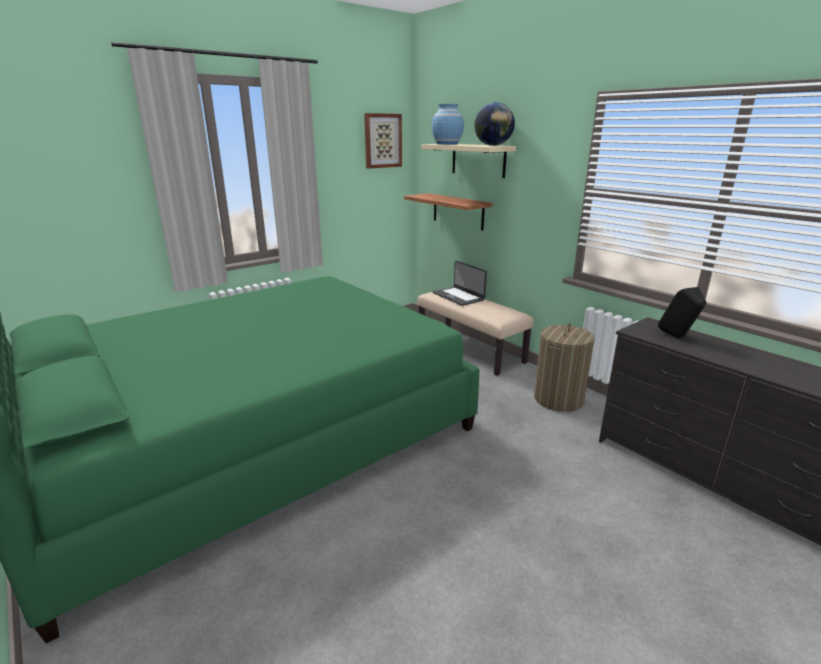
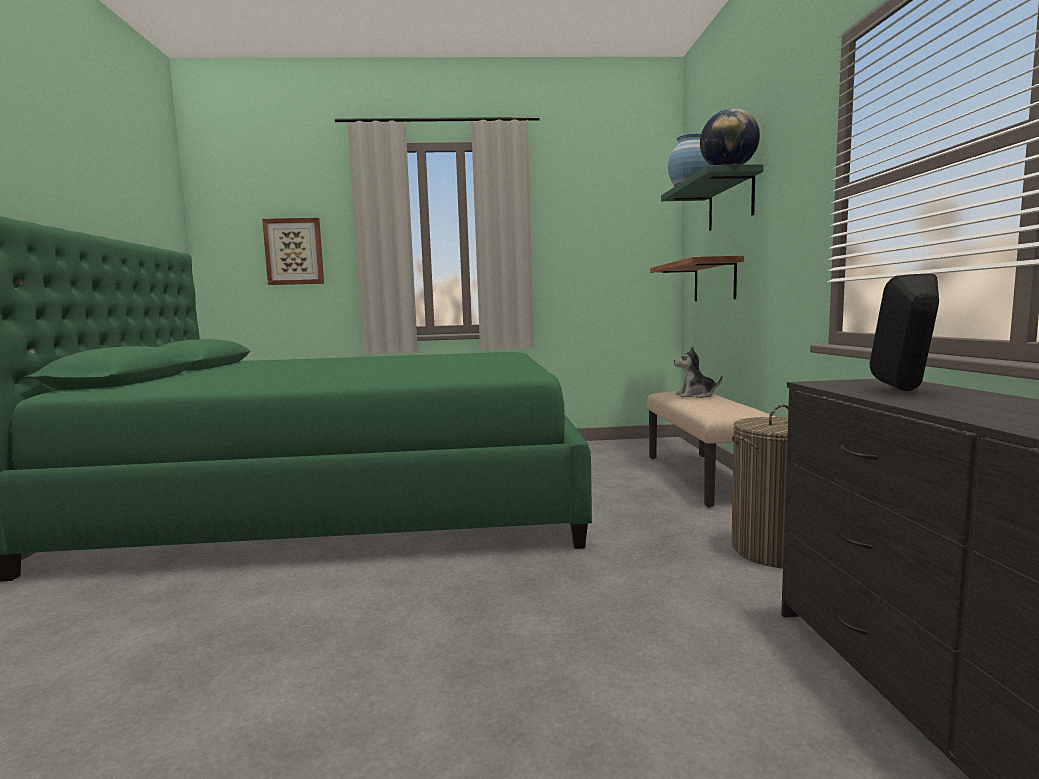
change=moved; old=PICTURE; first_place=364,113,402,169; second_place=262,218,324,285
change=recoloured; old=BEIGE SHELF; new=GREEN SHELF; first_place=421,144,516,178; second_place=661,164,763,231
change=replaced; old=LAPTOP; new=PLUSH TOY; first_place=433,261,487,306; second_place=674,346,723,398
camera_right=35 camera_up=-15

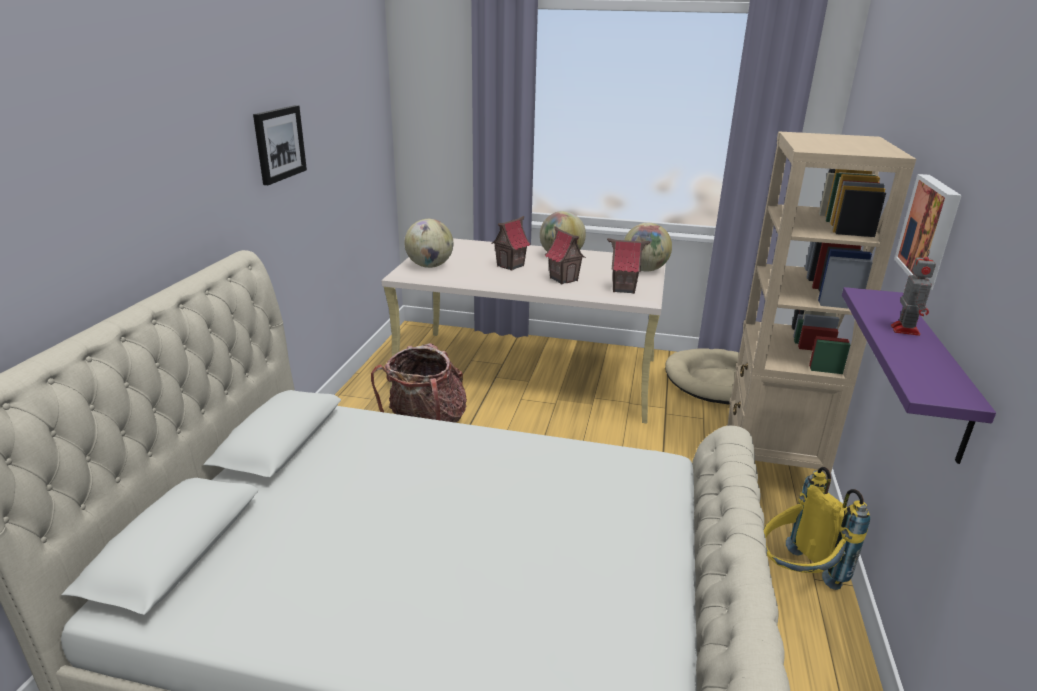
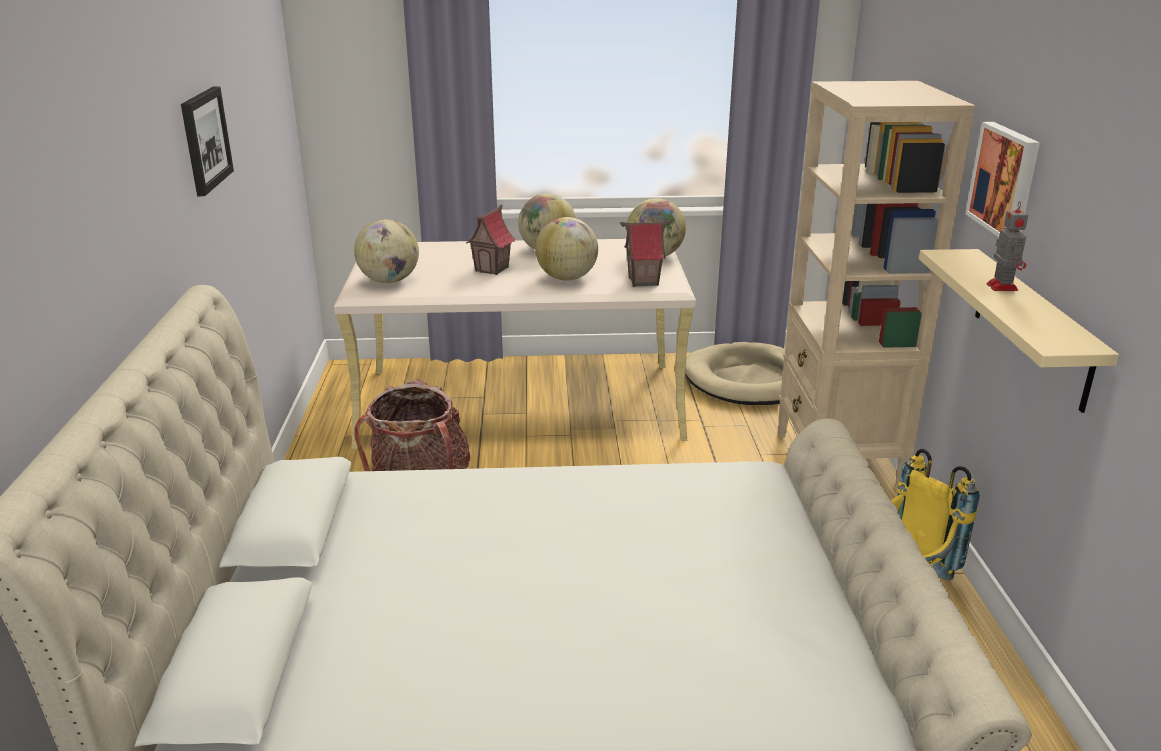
change=replaced; old=TOY HOUSE; new=GLOBE; first_place=544,226,586,284; second_place=535,217,598,281
change=recoloured; old=PURPLE SHELF; new=BEIGE SHELF; first_place=842,287,996,464; second_place=919,249,1119,413
camera_right=-15 camera_up=0

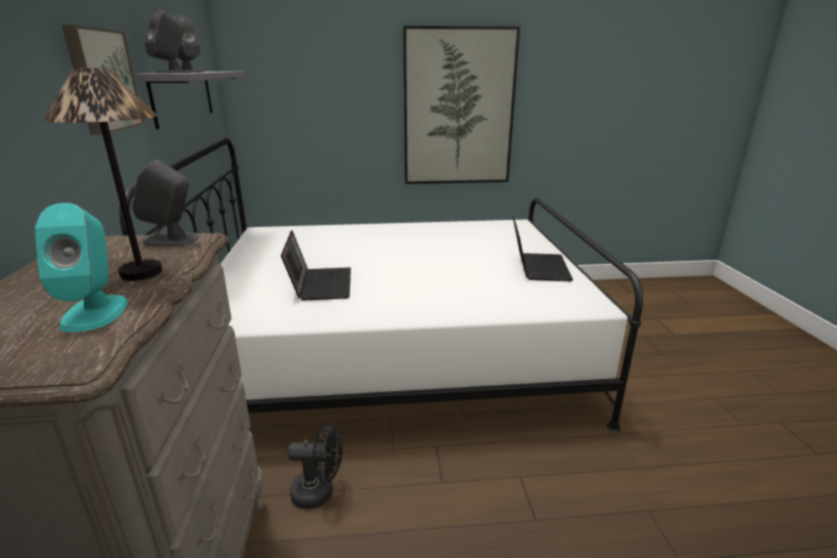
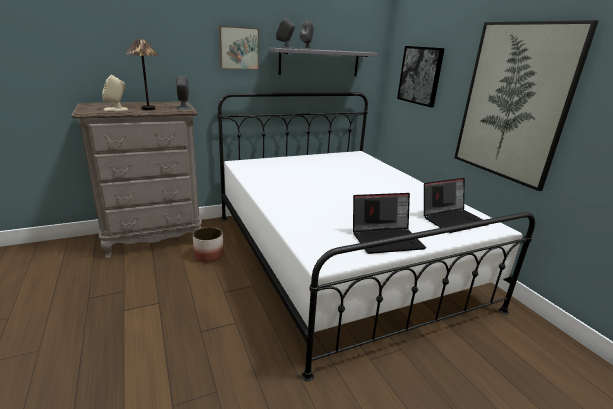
change=recoloured; old=TURQUOISE SPEAKER; new=BEIGE SPEAKER; first_place=35,203,128,332; second_place=102,75,128,111
change=moved; old=LAPTOP; first_place=281,231,351,301; second_place=424,178,486,233
change=replaced; old=BLACK FAN; new=PLANTER; first_place=287,423,343,509; second_place=193,227,224,263
change=added; new=PICTURE; second_place=397,46,445,107
camera_right=70 camera_up=0

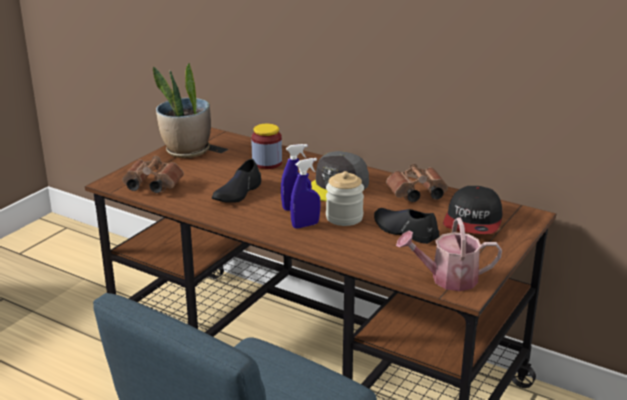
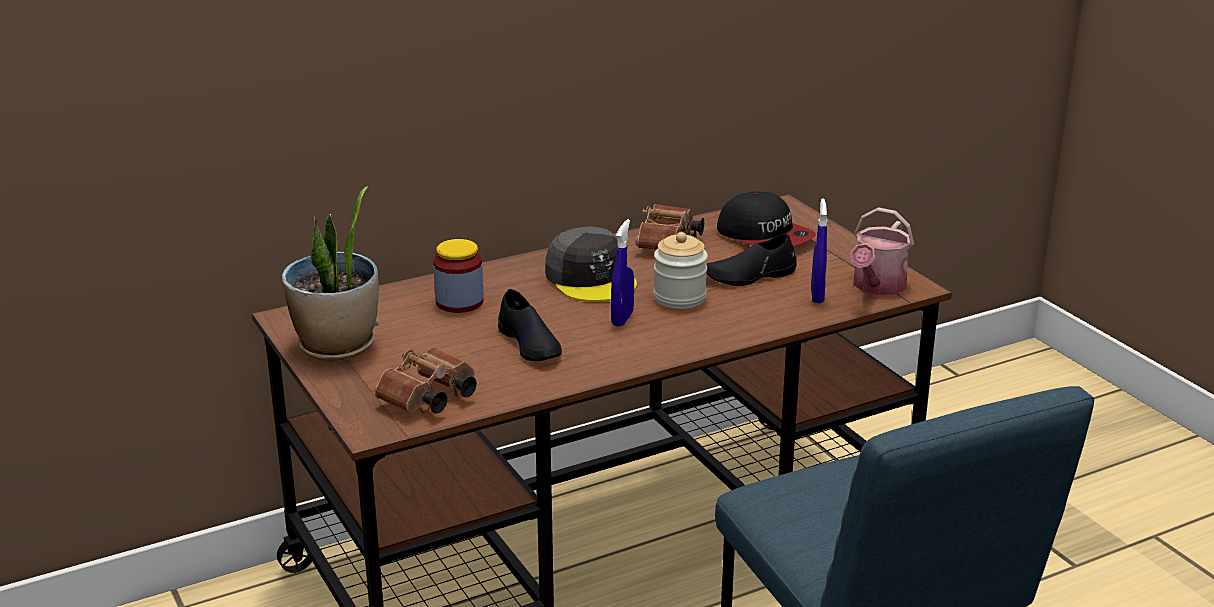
change=moved; old=BLUE SPRAY BOTTLE; first_place=290,158,321,228; second_place=811,198,827,303
camera_right=-60 camera_up=0

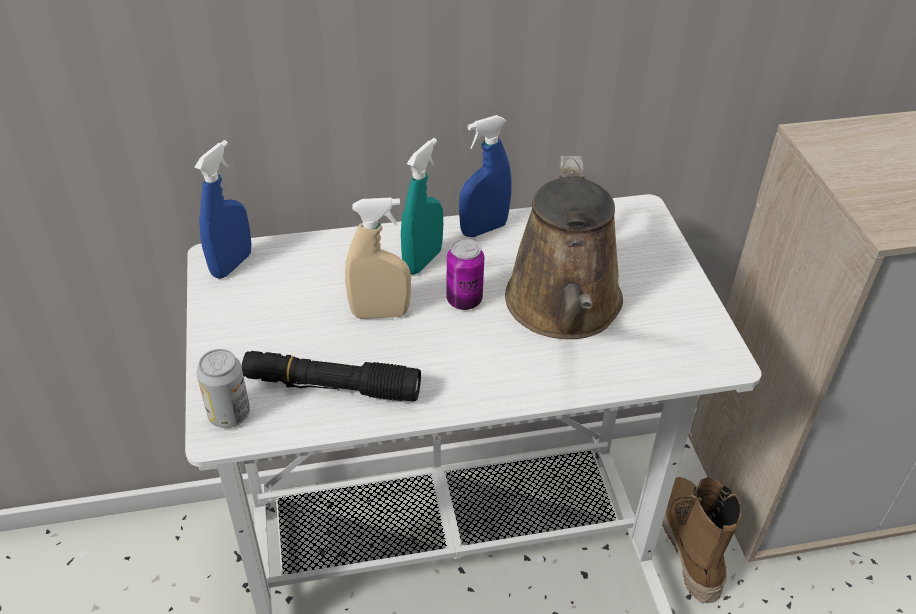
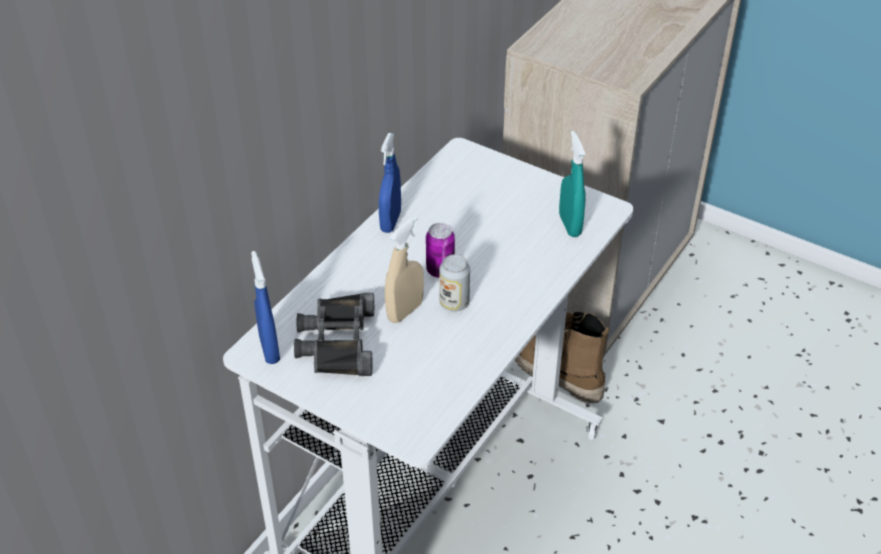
change=moved; old=TURQUOISE SPRAY BOTTLE; first_place=401,138,443,275; second_place=559,131,586,237
change=removed; old=BROWN WATERING CAN; first_place=505,156,623,339
change=moved; old=CAN; first_place=197,349,250,428; second_place=439,255,470,311
change=removed; old=BLACK FLASHLIGHT; first_place=242,351,421,402
change=added; new=BLACK BINOCULARS; second_place=294,293,374,376
camera_right=-45 camera_up=0

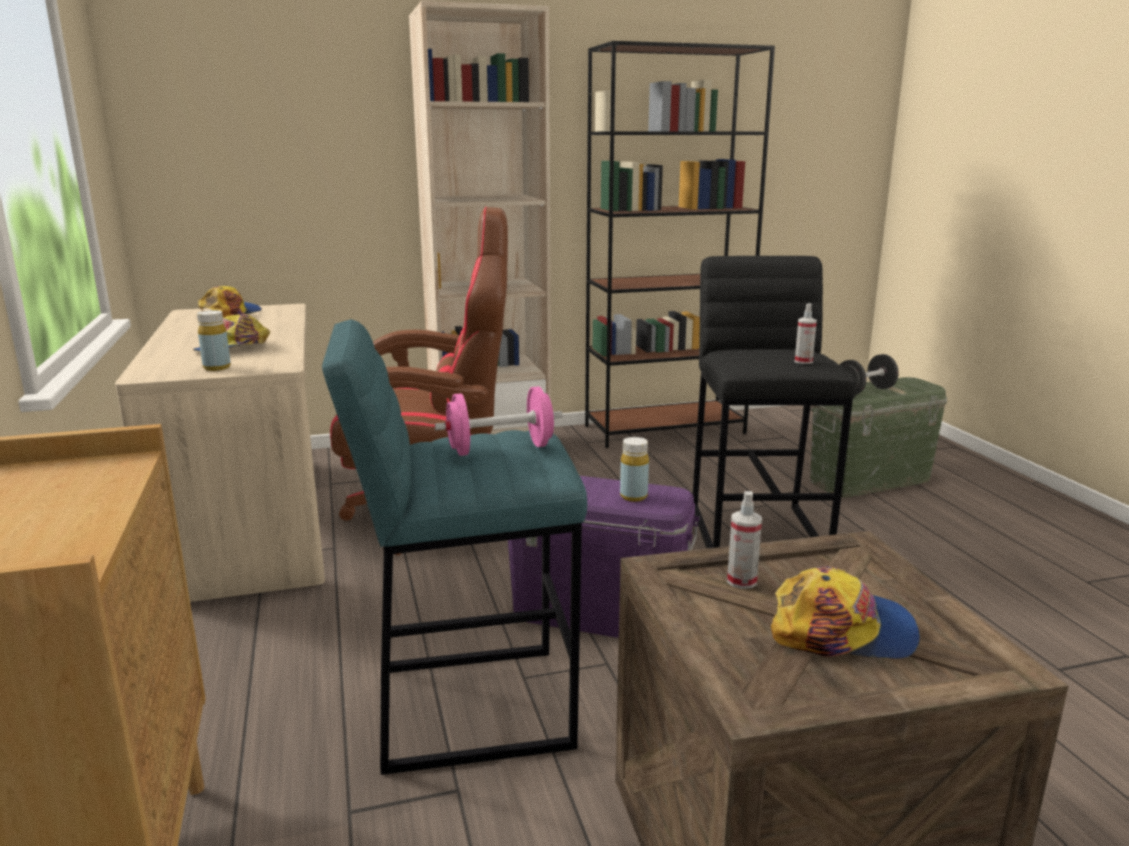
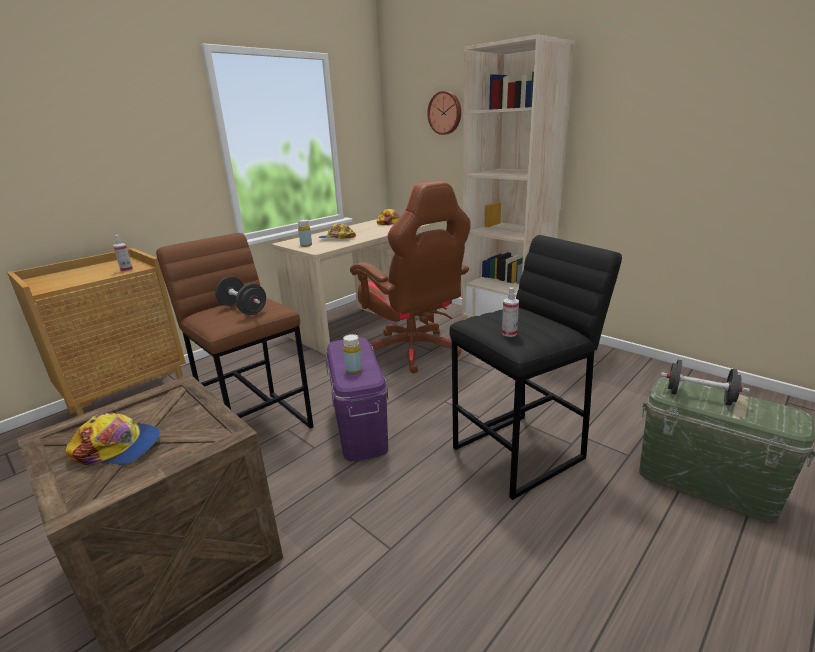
change=removed; old=BROWN BOOKCASE; first_place=585,41,775,448
change=recoloured; old=TURQUOISE STOOL; new=BROWN STOOL; first_place=322,319,587,775; second_place=156,233,314,429
change=recoloured; old=PINK DUMBBELL; new=BLACK DUMBBELL; first_place=435,386,563,456; second_place=215,276,266,315
change=moved; old=SPRAY BOTTLE; first_place=727,491,762,589; second_place=113,235,133,272
change=turned; old=CAP; first_place=771,566,920,659; second_place=66,413,160,465; degrees=-60
change=added; new=WALL CLOCK; second_place=427,91,461,135
camera_right=60 camera_up=5

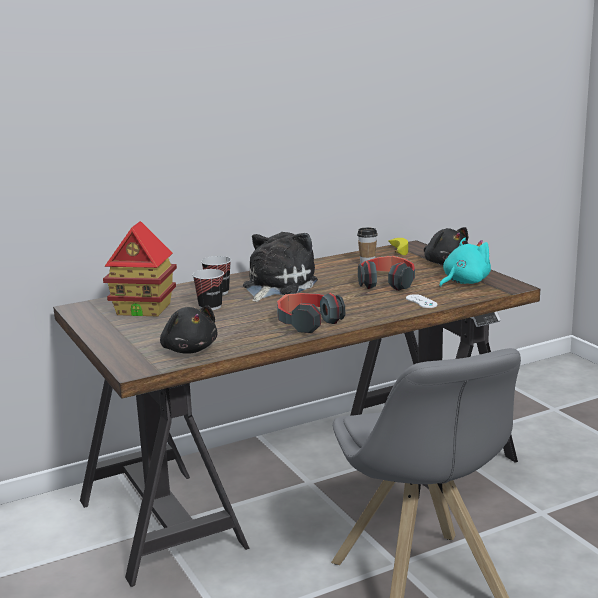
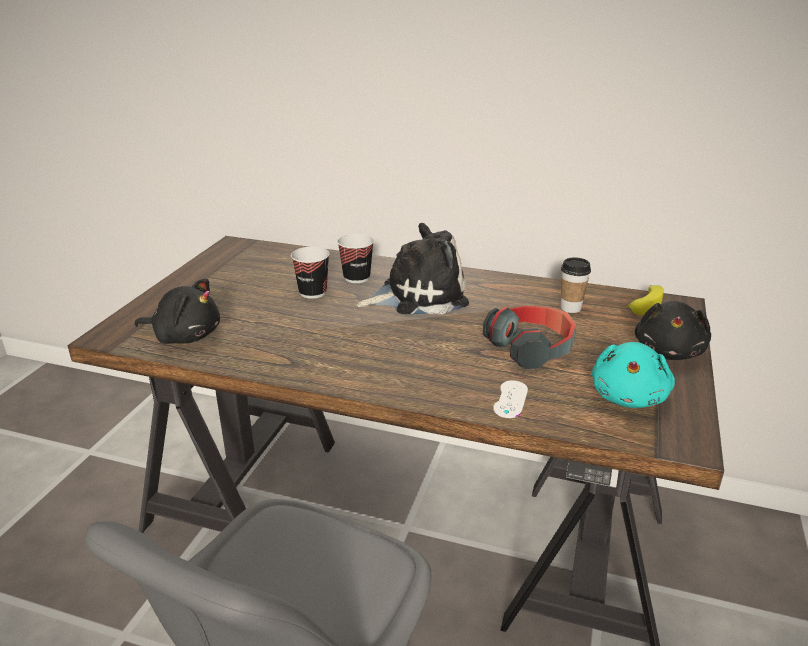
change=removed; old=TOY HOUSE; first_place=103,221,177,317
change=turned; old=TURQUOISE PLUSH TOY; first_place=439,238,491,288; second_place=592,342,675,408; degrees=105
change=removed; old=HEADPHONES; first_place=277,293,345,333
change=turned; old=BLACK PLUSH TOY; first_place=160,306,217,354; second_place=135,278,220,344; degrees=-90
camera_right=45 camera_up=10

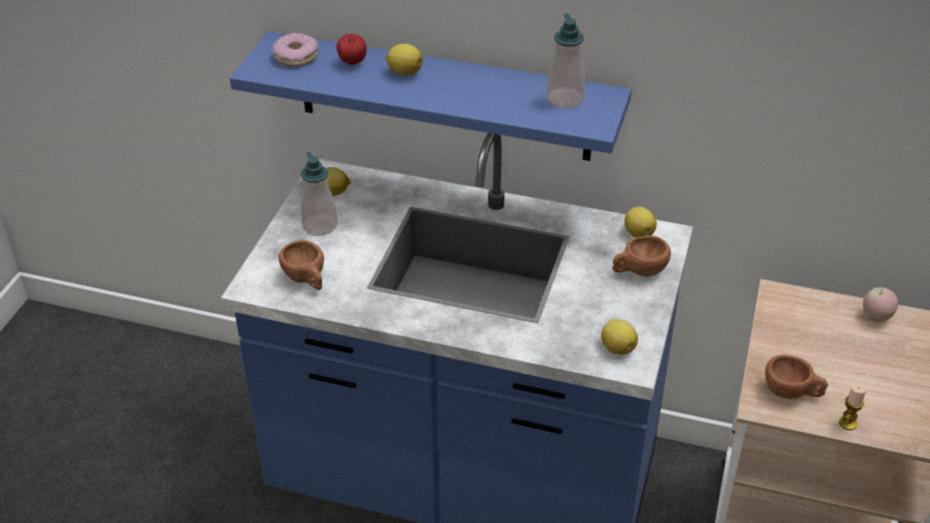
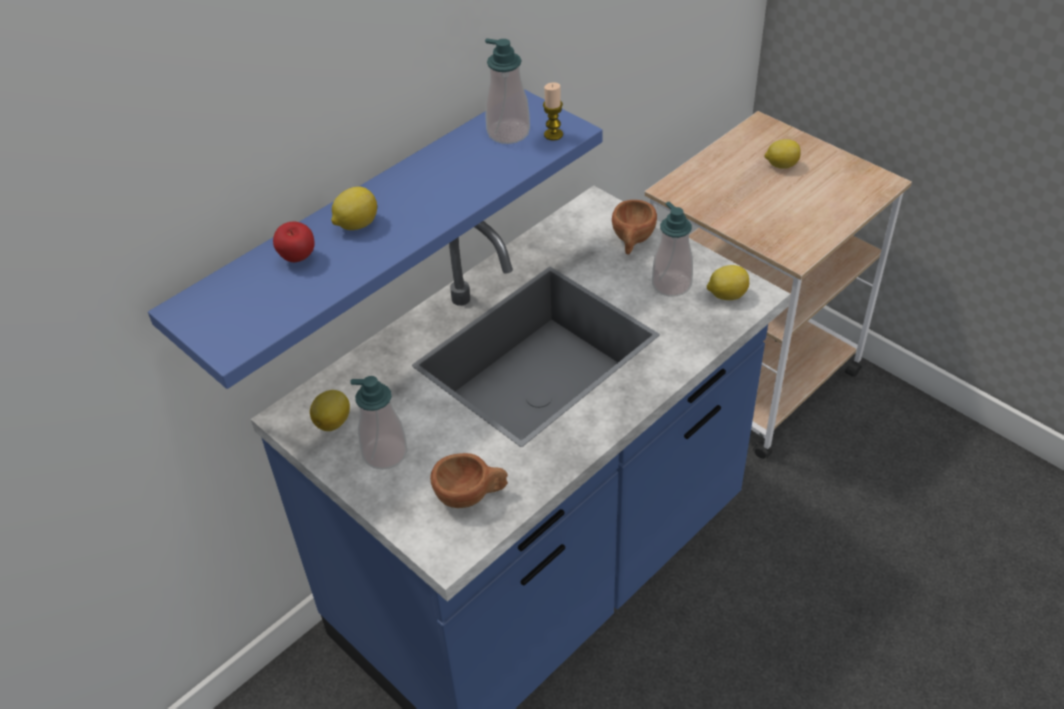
change=removed; old=DONUT; first_place=273,33,319,67
change=moved; old=LEMON; first_place=624,207,657,238; second_place=764,139,801,169
change=removed; old=APPLE; first_place=863,287,898,322
change=removed; old=BROWN CUP; first_place=765,355,828,399
change=moved; old=CANDLE; first_place=839,384,866,430; second_place=543,82,563,141
change=added; new=SOAP DISPENSER; second_place=652,201,693,297
camera_right=-60 camera_up=5

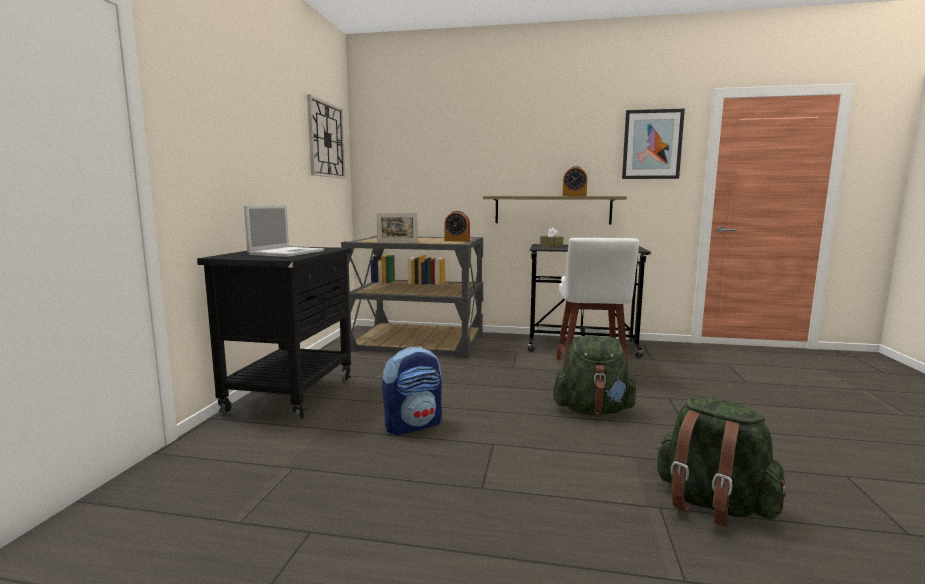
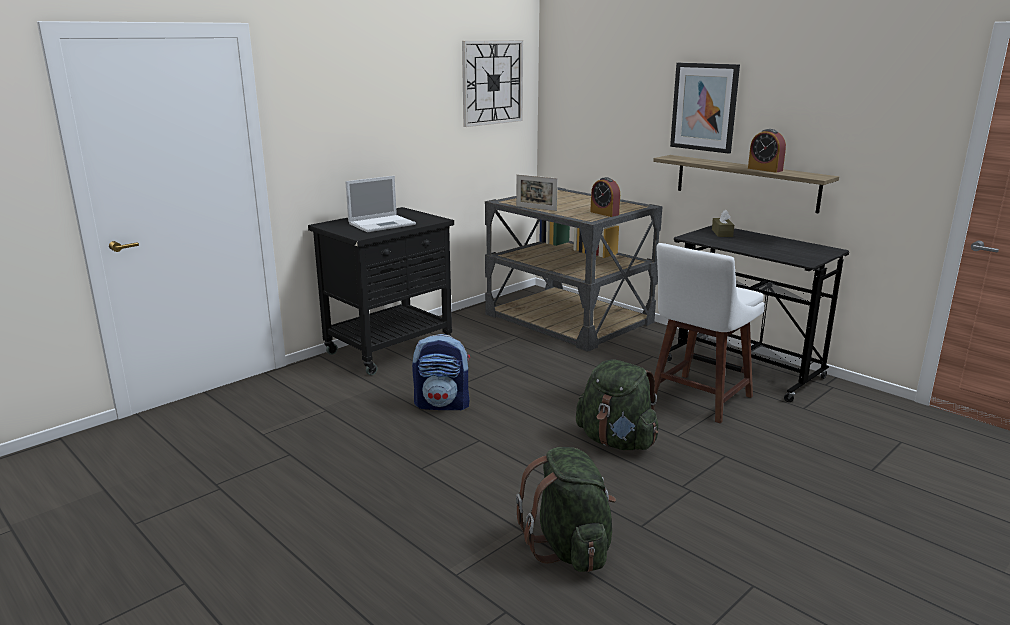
change=moved; old=PICTURE; first_place=622,109,685,179; second_place=670,63,740,154
camera_right=35 camera_up=10

